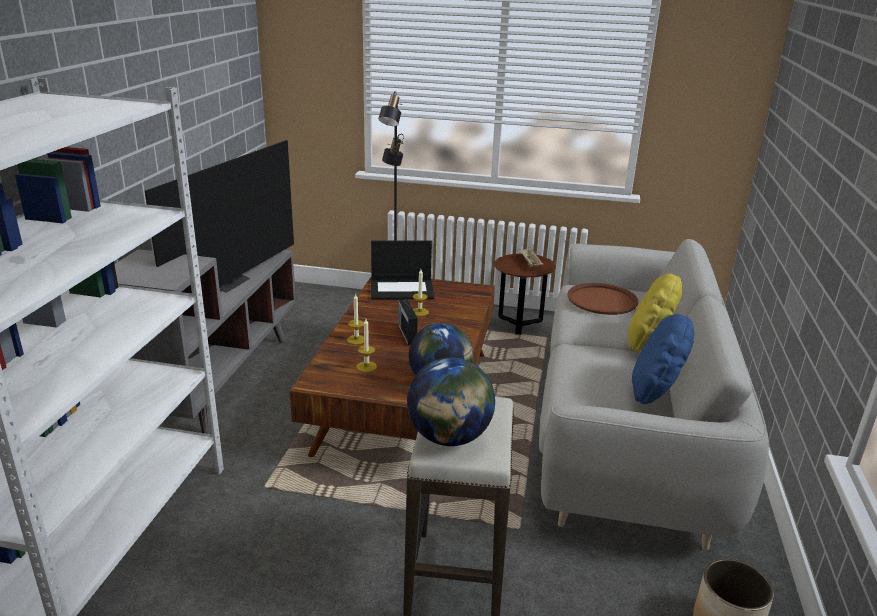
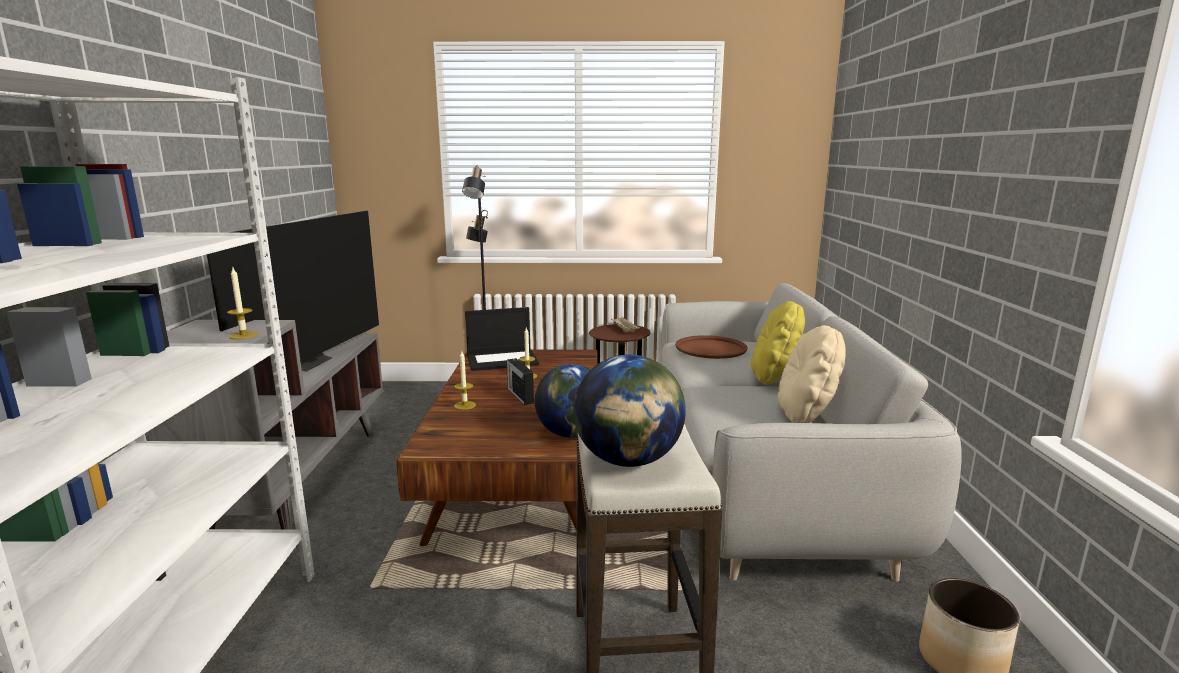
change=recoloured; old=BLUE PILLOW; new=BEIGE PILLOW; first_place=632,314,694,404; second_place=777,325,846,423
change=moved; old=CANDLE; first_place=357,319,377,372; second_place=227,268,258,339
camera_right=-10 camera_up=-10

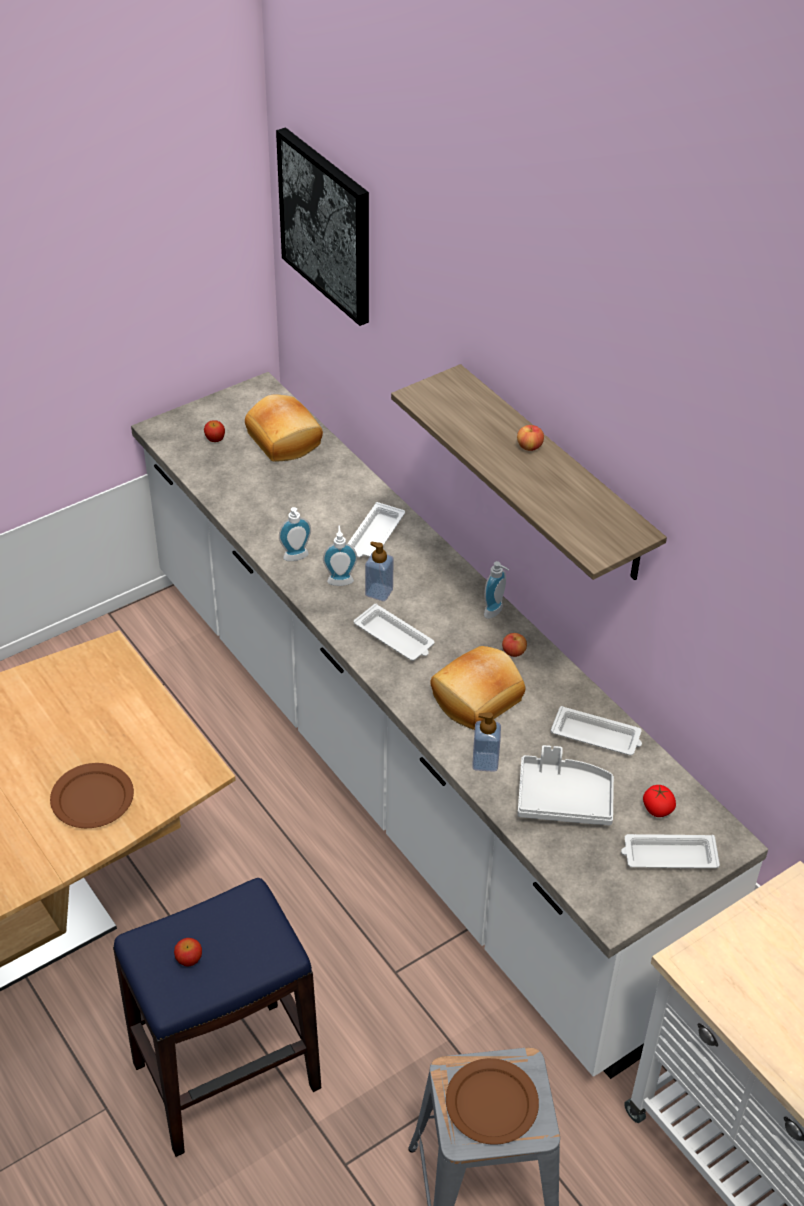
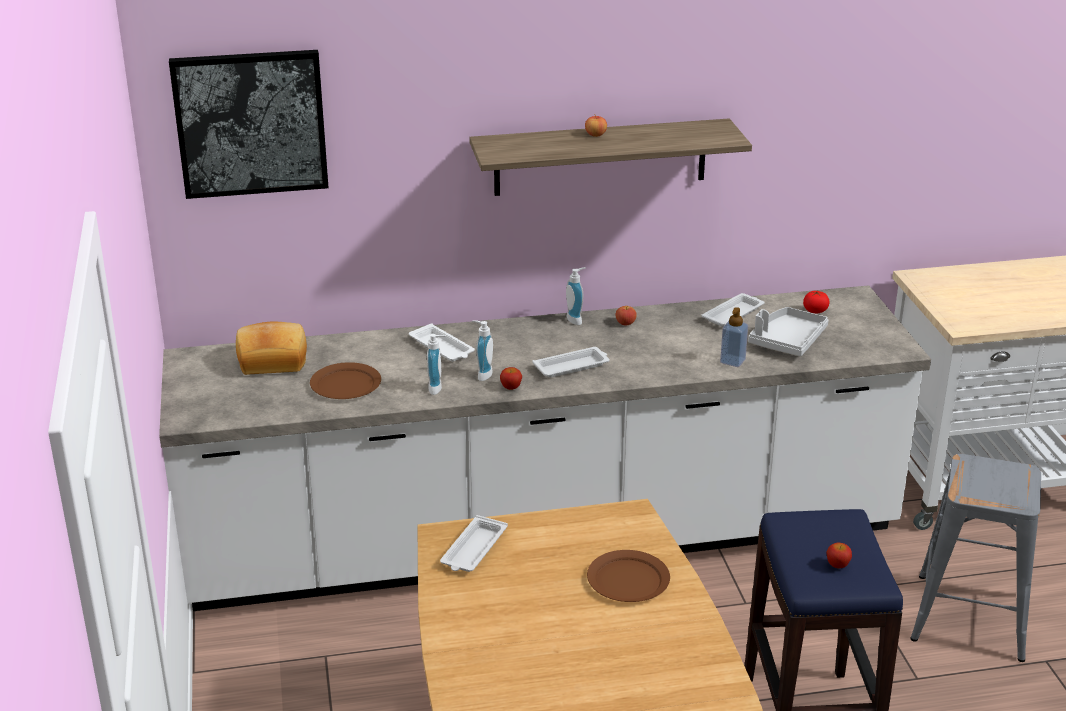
change=moved; old=APPLE; first_place=204,420,225,442; second_place=500,367,522,390
change=removed; old=SOAP DISPENSER; first_place=365,542,394,601
change=removed; old=BREAD; first_place=430,646,525,730
change=moved; old=WHITE TRAY; first_place=621,834,720,868; second_place=440,515,508,572
change=moved; old=BROWN PLATE; first_place=446,1058,539,1145; second_place=310,362,381,399
camera_right=-65 camera_up=-15

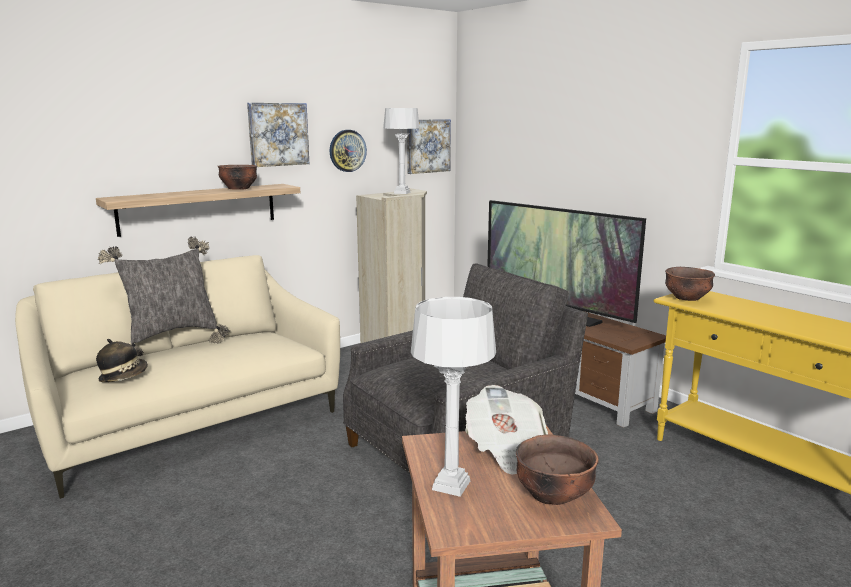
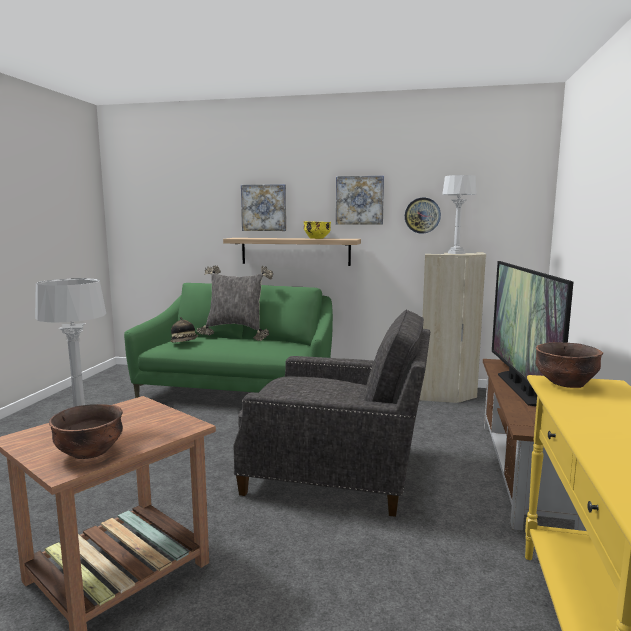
change=moved; old=PICTURE; first_place=407,119,451,174; second_place=241,184,286,231
change=recoloured; old=BROWN BOWL; new=YELLOW BOWL; first_place=217,165,257,190; second_place=303,221,331,239
change=recoloured; old=BEIGE SOFA; new=GREEN SOFA; first_place=15,255,340,499; second_place=124,283,333,398
change=removed; old=NEWSPAPER; first_place=465,385,548,475
camera_right=50 camera_up=-5

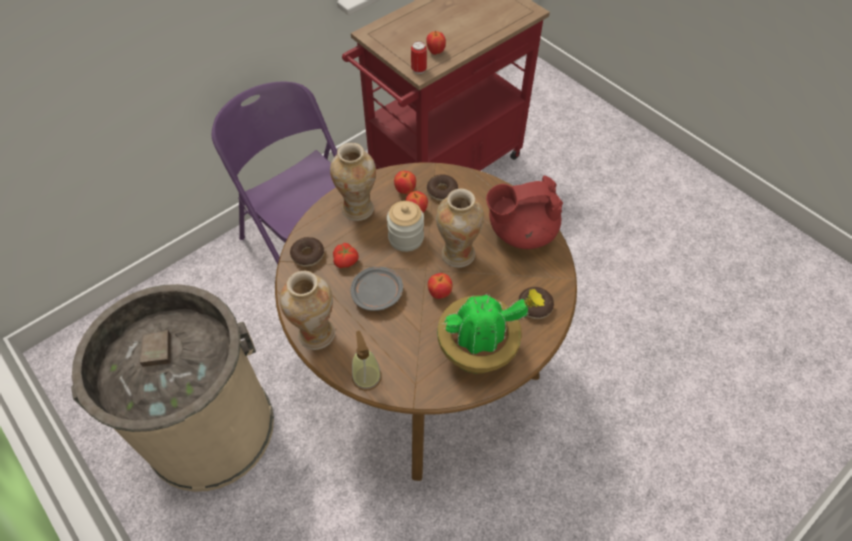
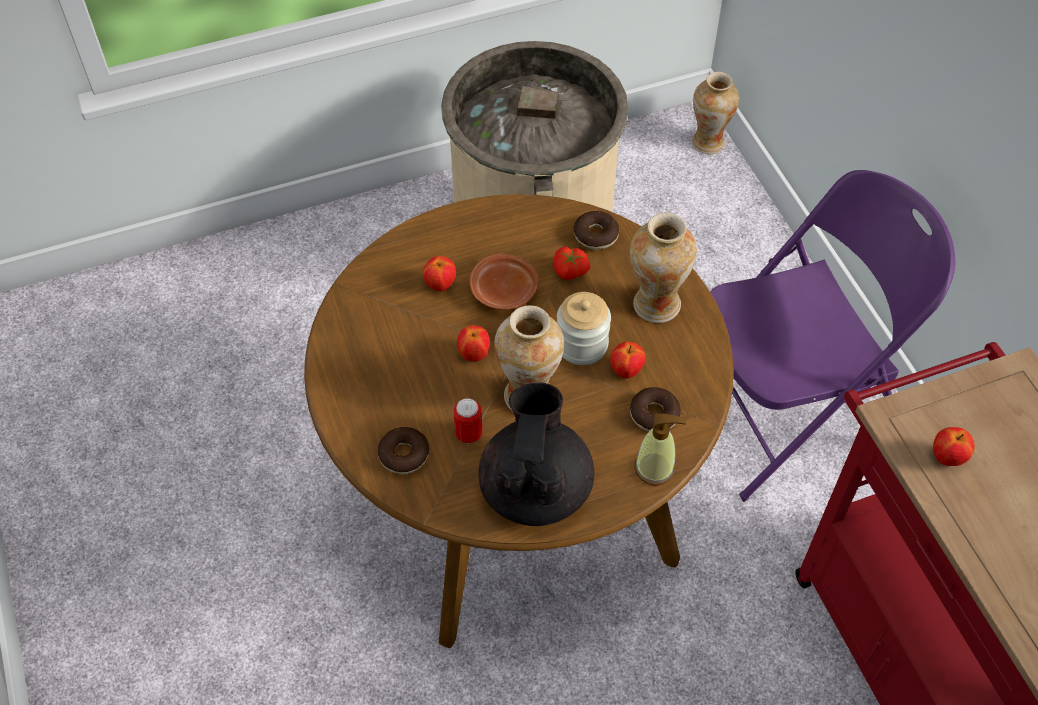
change=moved; old=CAN; first_place=411,41,427,74; second_place=454,398,482,444
change=moved; old=APPLE; first_place=394,171,416,194; second_place=423,256,456,292
change=recoloured; old=RED TEAPOT; new=BLACK TEAPOT; first_place=486,175,563,249; second_place=479,383,594,526
change=recoloured; old=GREY PLATE; new=BROWN PLATE; first_place=350,267,403,311; second_place=469,254,539,310
change=moved; old=VASE; first_place=280,271,335,350; second_place=692,72,739,154
change=removed; old=POTTED PLANT; first_place=438,289,545,374
change=moved; old=SOAP DISPENSER; first_place=352,331,382,391; second_place=634,413,686,486
camera_right=110 camera_up=0

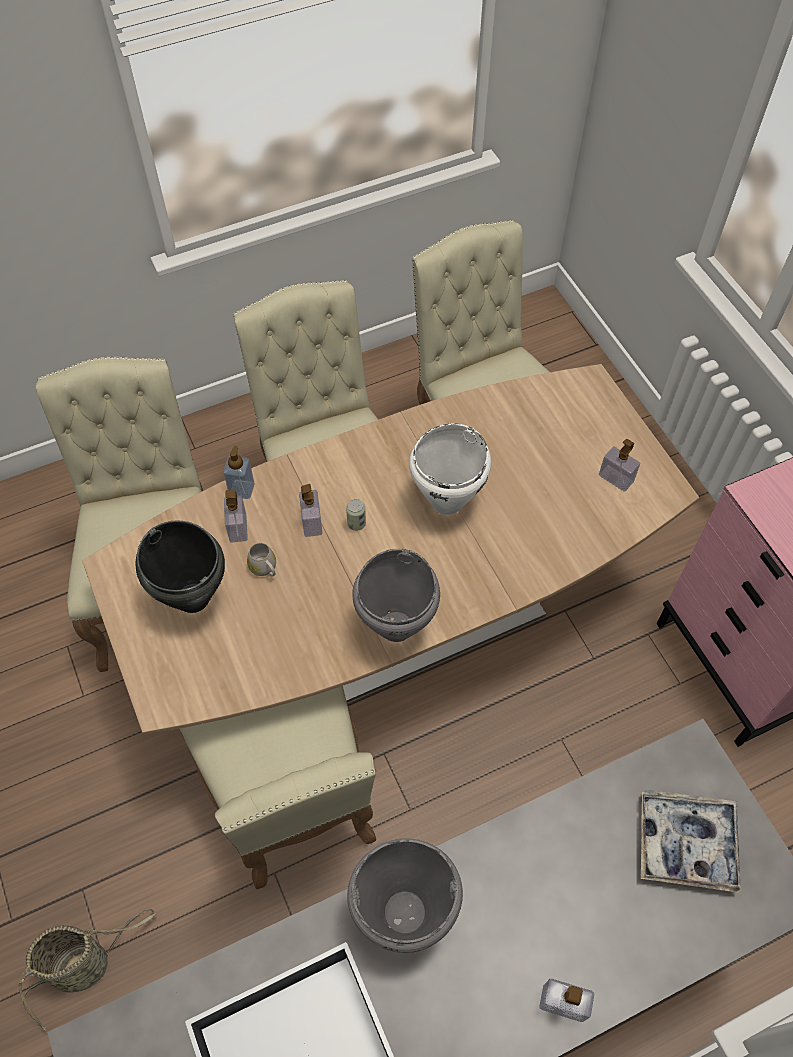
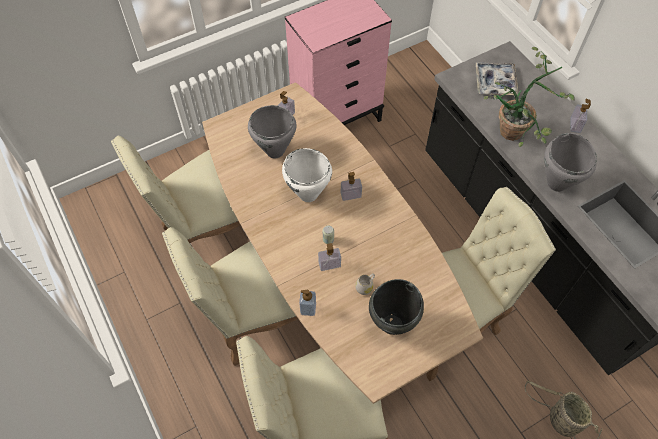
change=moved; old=SOAP DISPENSER; first_place=224,490,248,543; second_place=341,172,362,201
change=moved; old=GREY COOKING POT; first_place=352,549,440,642; second_place=248,105,297,158
change=added; new=POTTED PLANT; second_place=484,47,575,147
camera_right=-95 camera_up=0

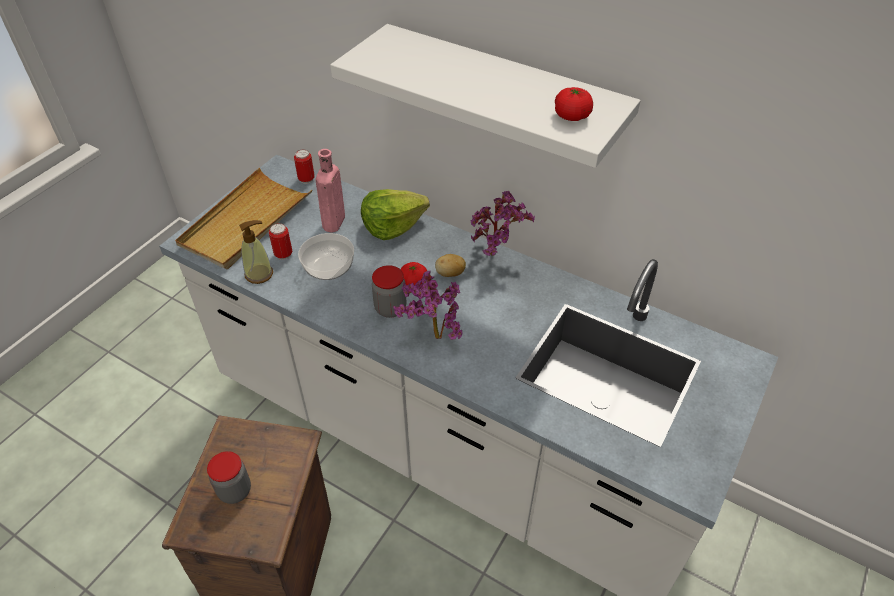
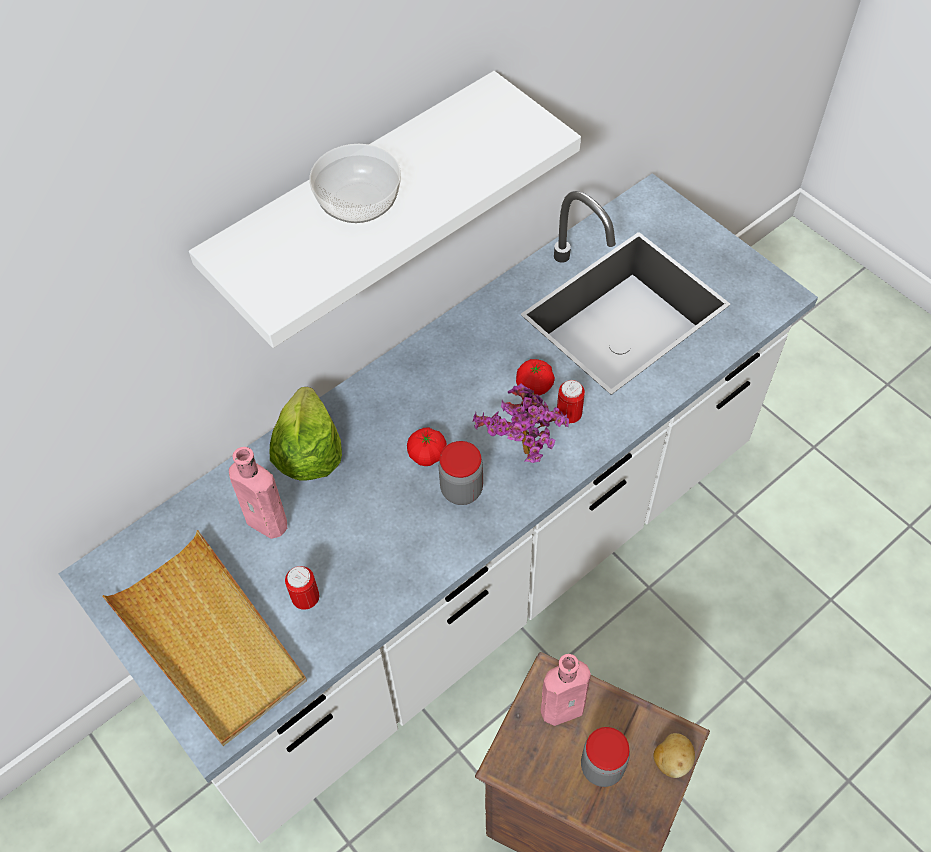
change=moved; old=TOMATO; first_place=555,87,593,121; second_place=516,359,555,396
change=moved; old=CAN; first_place=294,150,315,184; second_place=557,380,585,424
change=removed; old=POTTED PLANT; first_place=470,191,535,256
change=removed; old=SOAP DISPENSER; first_place=239,220,273,284
change=moved; old=BOWL; first_place=298,233,354,280; second_place=309,144,401,223
change=moved; old=POTATO; first_place=435,254,466,277; second_place=654,733,695,778
change=added; new=PINK BOTTLE; second_place=541,654,591,726
camera_right=-70 camera_up=10

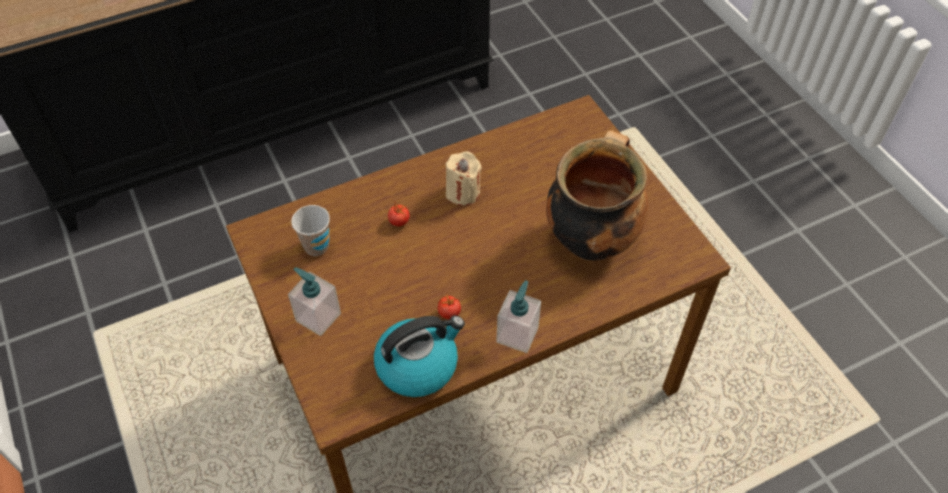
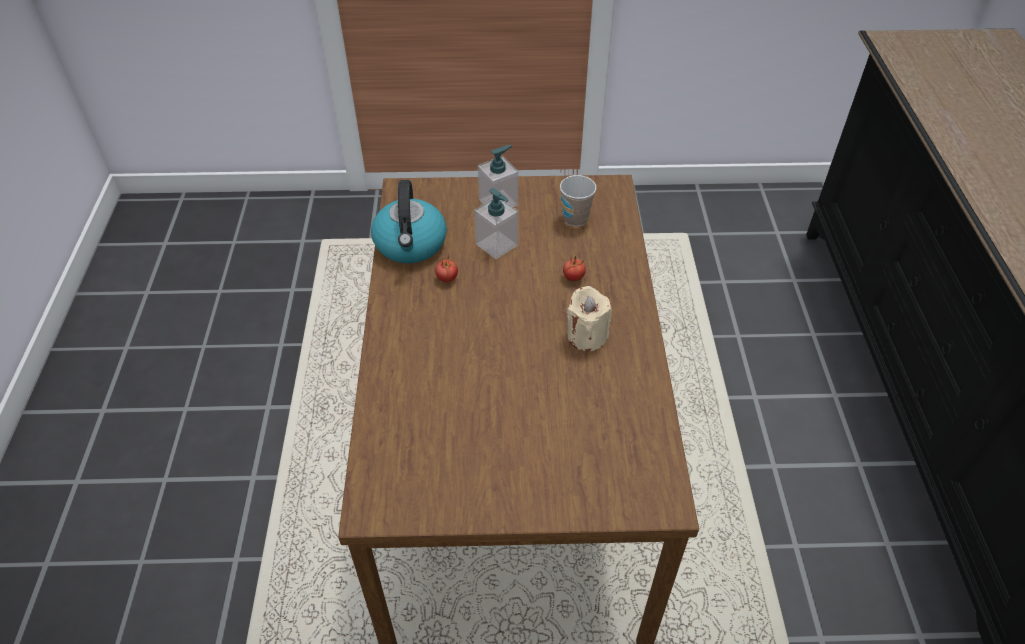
change=removed; old=COOKING POT; first_place=546,130,649,261
change=moved; old=SOAP DISPENSER; first_place=496,280,541,353; second_place=474,188,518,259
camera_right=115 camera_up=-5

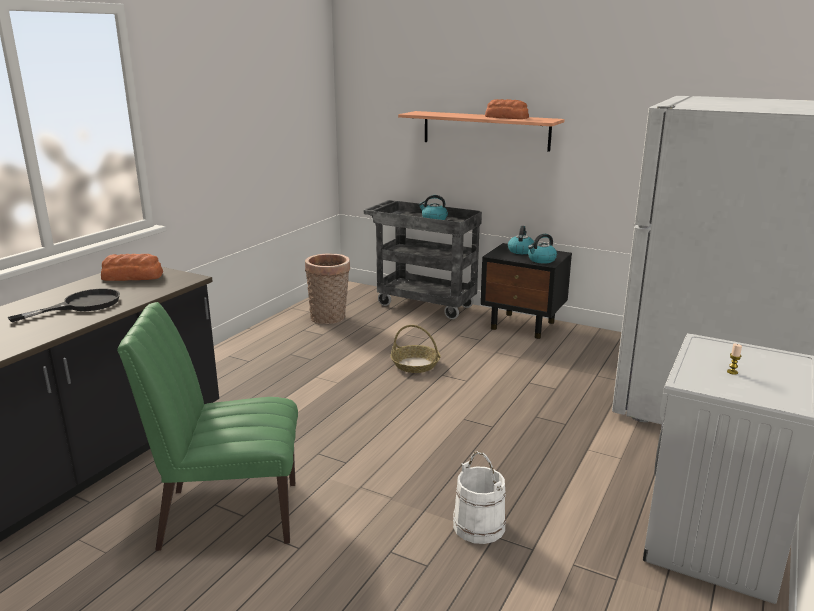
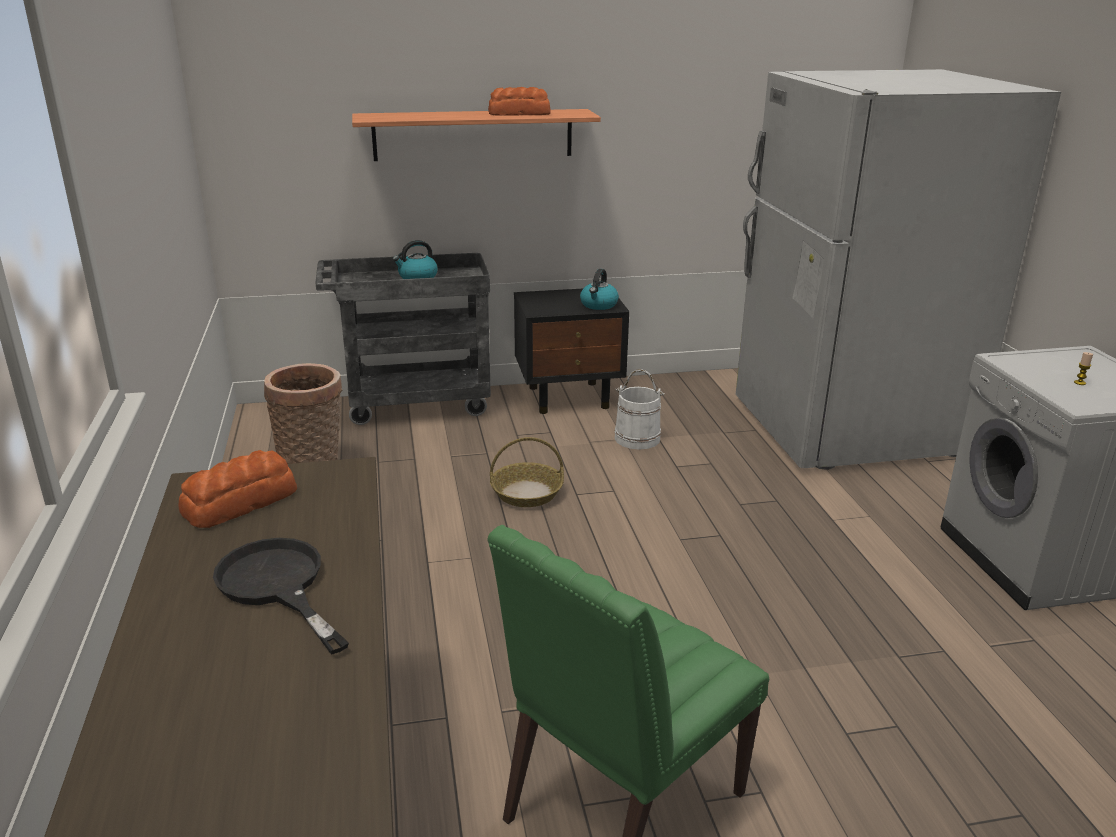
change=removed; old=KETTLE; first_place=508,226,534,254
change=turned; old=BLACK FRYING PAN; first_place=8,289,120,322; second_place=213,538,349,655; degrees=-45
change=moved; old=WHITE BUCKET; first_place=453,451,506,544; second_place=614,369,665,450
camera_right=-40 camera_up=5

